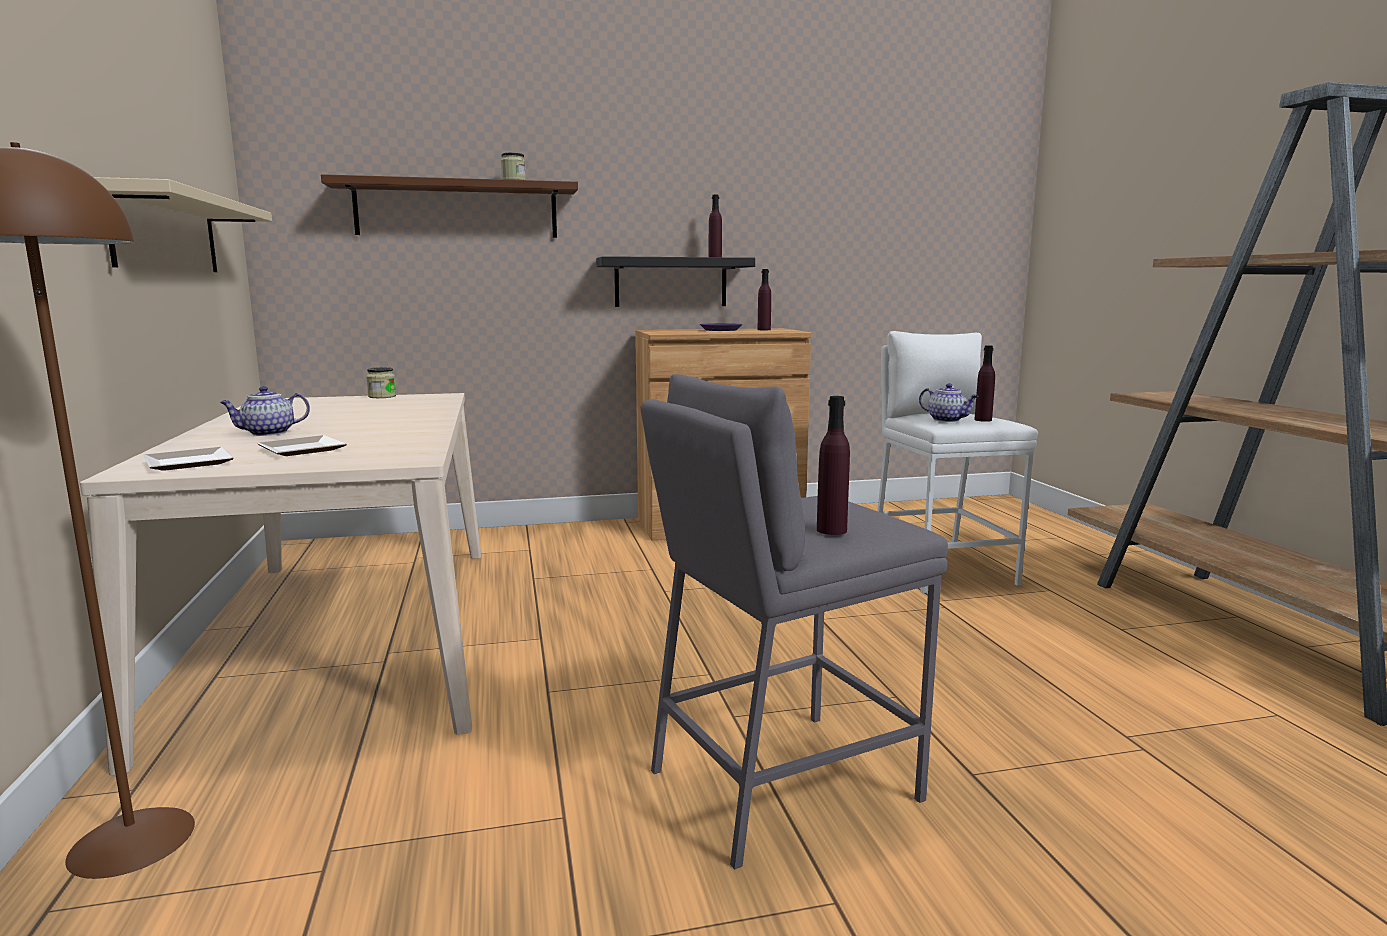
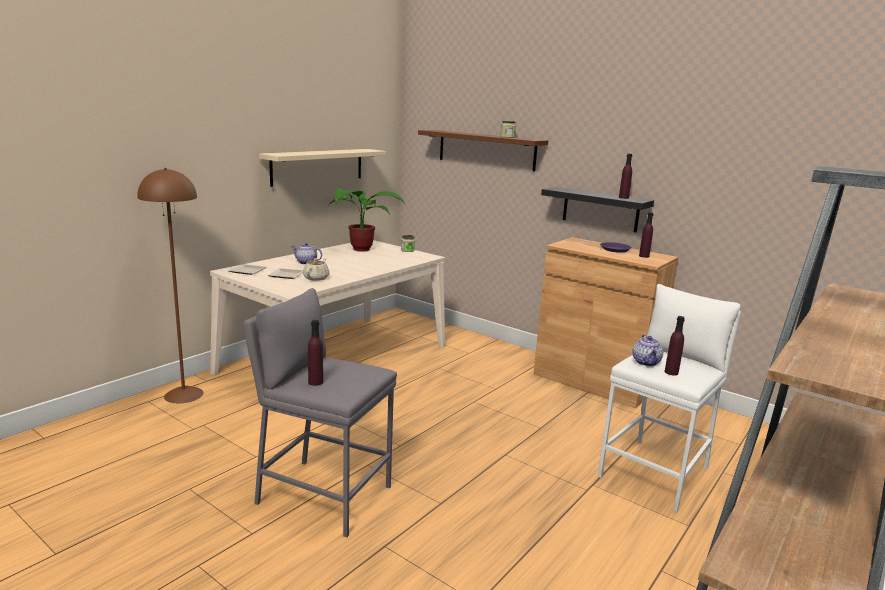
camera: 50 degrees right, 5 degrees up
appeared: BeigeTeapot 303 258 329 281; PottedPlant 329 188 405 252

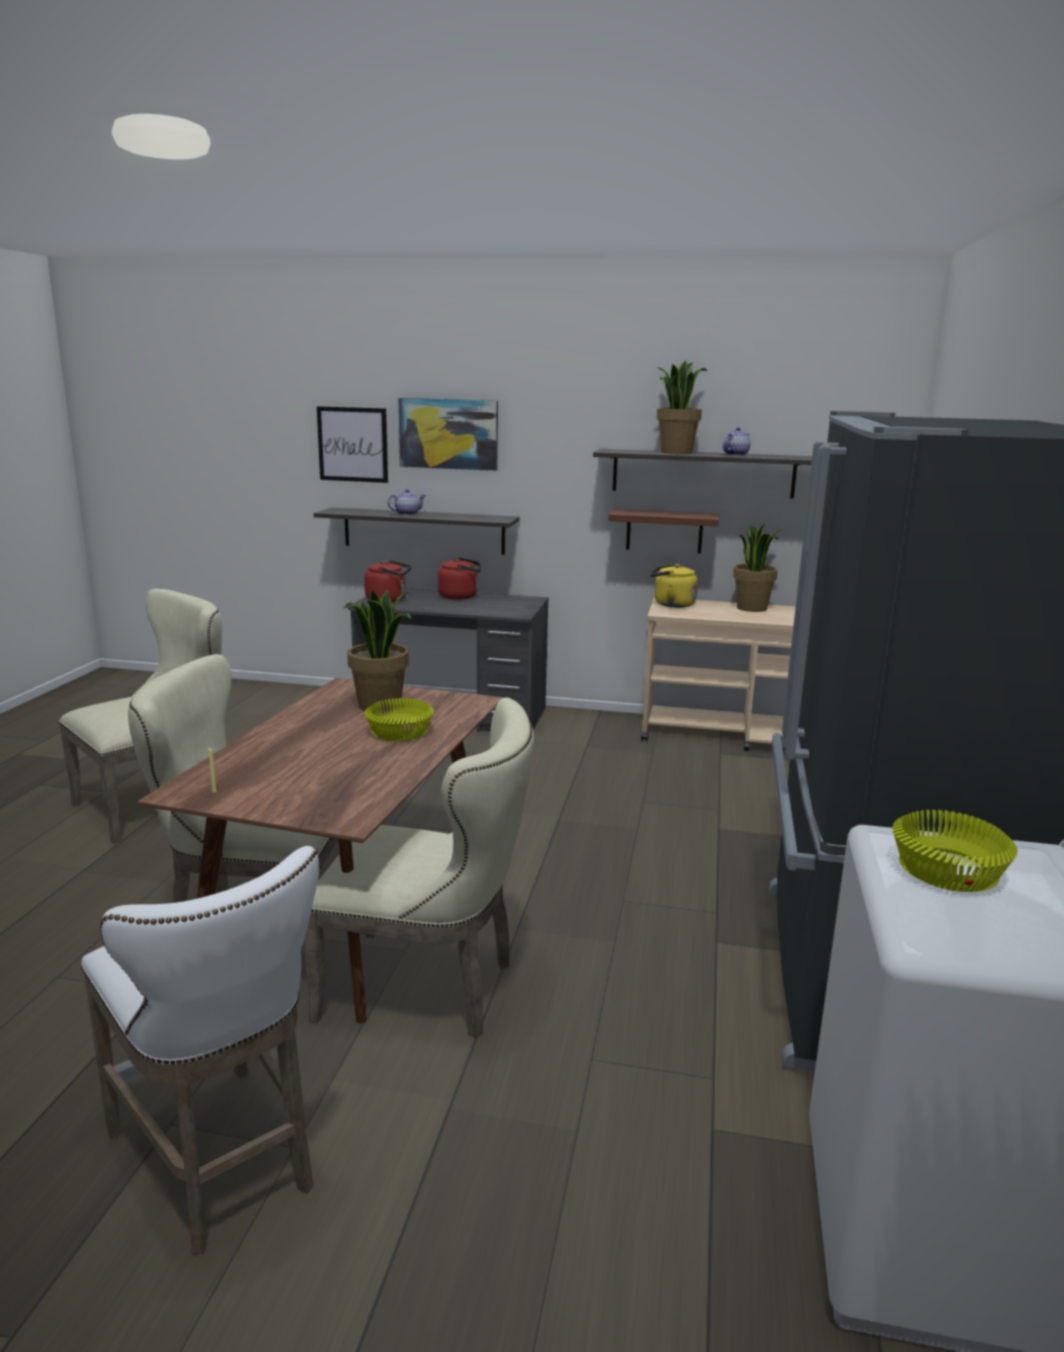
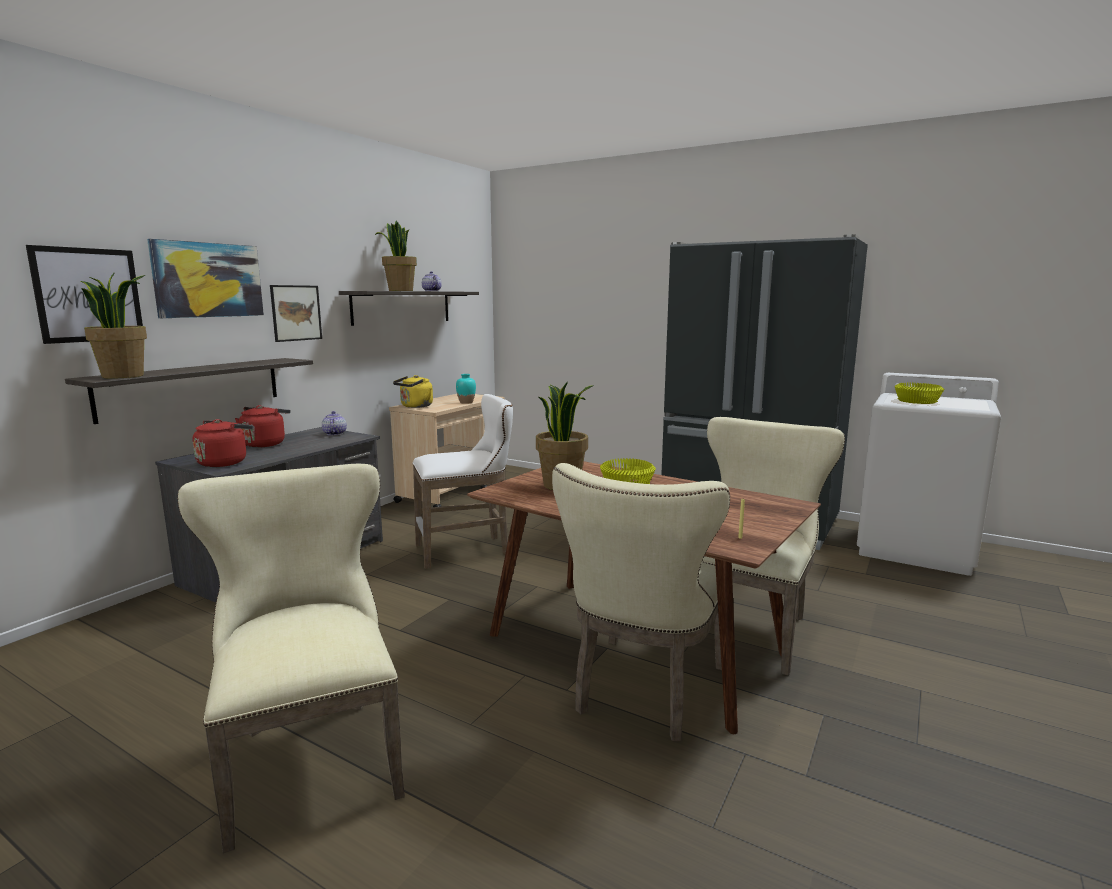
camera: 70 degrees left, 5 degrees down
missing: BrownShelf 608 509 720 553
appeared: Picture 270 285 322 342; TurquoiseVase 456 374 476 404
relocated: WhiteStool 81 846 319 1255 to 412 394 513 569; Teapot 388 489 426 515 to 322 411 347 436; PottedPlant 733 524 785 612 to 81 272 147 379

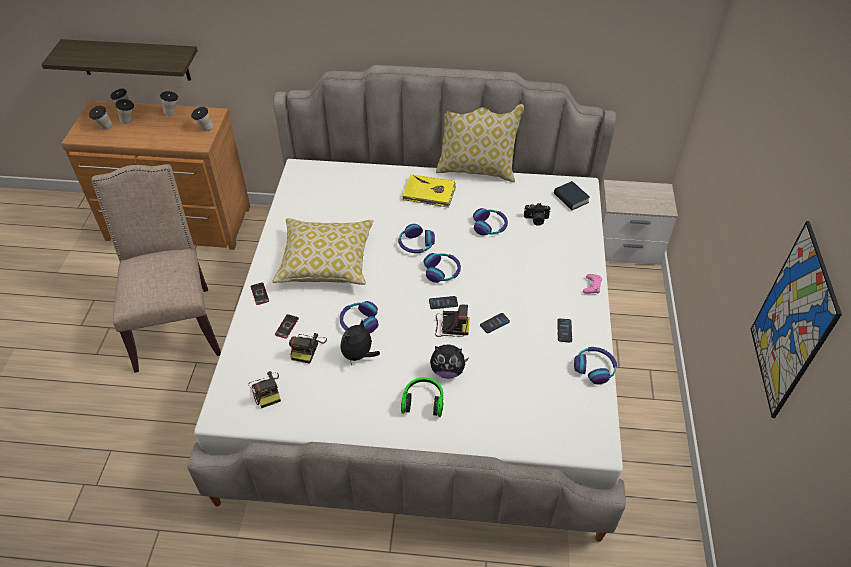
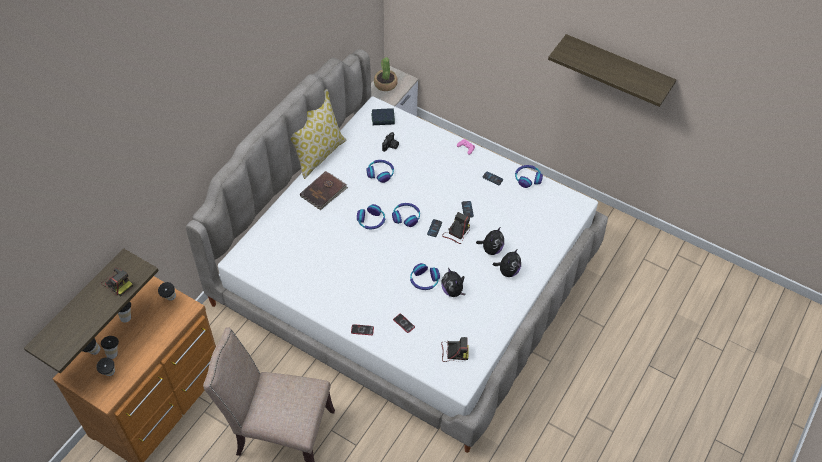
camera: 65 degrees left, 5 degrees up
missing: Pillow 272 218 373 285
appeared: PottedPlant 374 57 398 91
relocated: PhotoCamera 289 333 327 364 to 101 268 133 296
exchanged: Headphones 401 377 443 417 to PlushToy 492 249 521 277; Picture 751 221 842 418 to Shelf 548 34 676 107
colour: YellowBook 402 174 456 208 to BrownBook 300 171 348 210

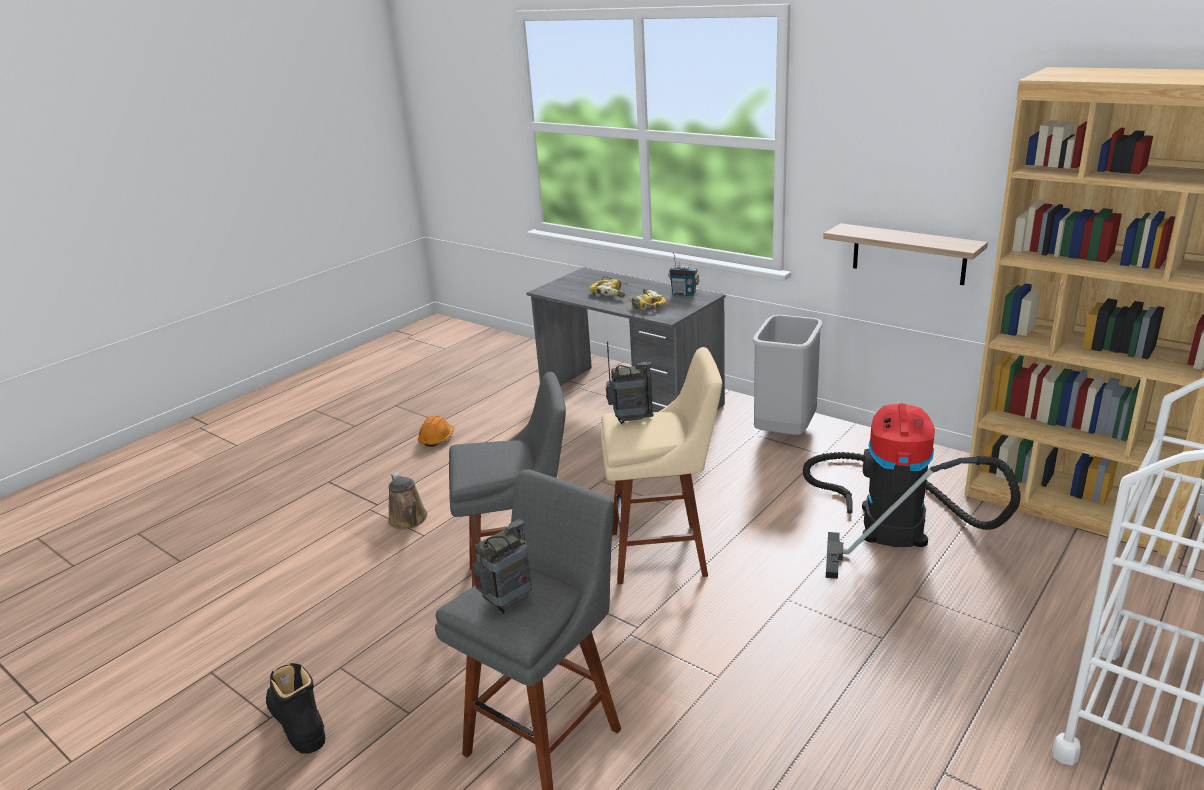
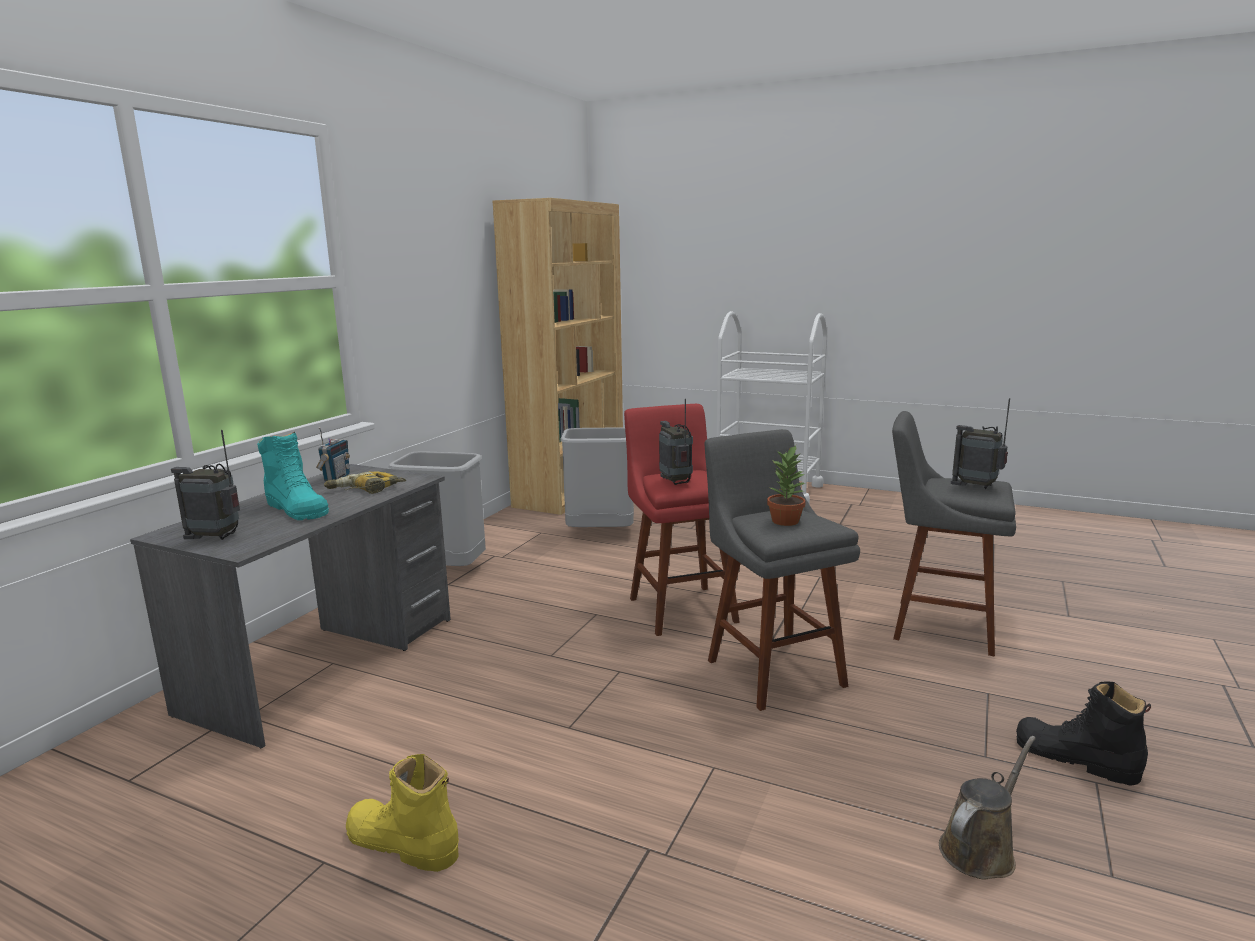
camera: 105 degrees left, 10 degrees down
missing: Shelf 823 223 988 285
appeared: Radio 171 430 240 540; PottedPlant 767 445 806 526
relocated: BrownWateringCan 388 472 428 529 to 939 736 1036 879
exchanged: OrangeHardHat 418 415 454 447 to YellowBoot 346 754 459 872; PowerDrill 589 276 632 297 to TurquoiseBoot 257 431 329 520; VacuumCleaner 803 403 1021 579 to GreyTrashCan 560 427 634 527
colour: BeigeStool 600 347 722 585 to RedStool 624 404 740 636
spun: BlackBoot 266 663 325 754 = 1016 682 1151 786 90 degrees clockwise

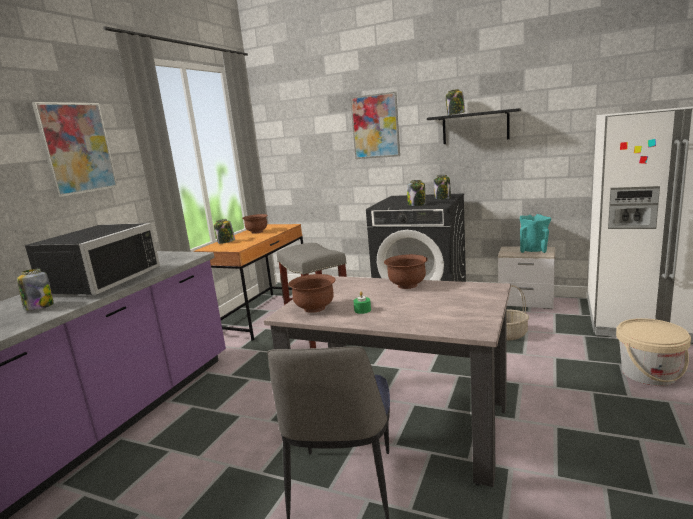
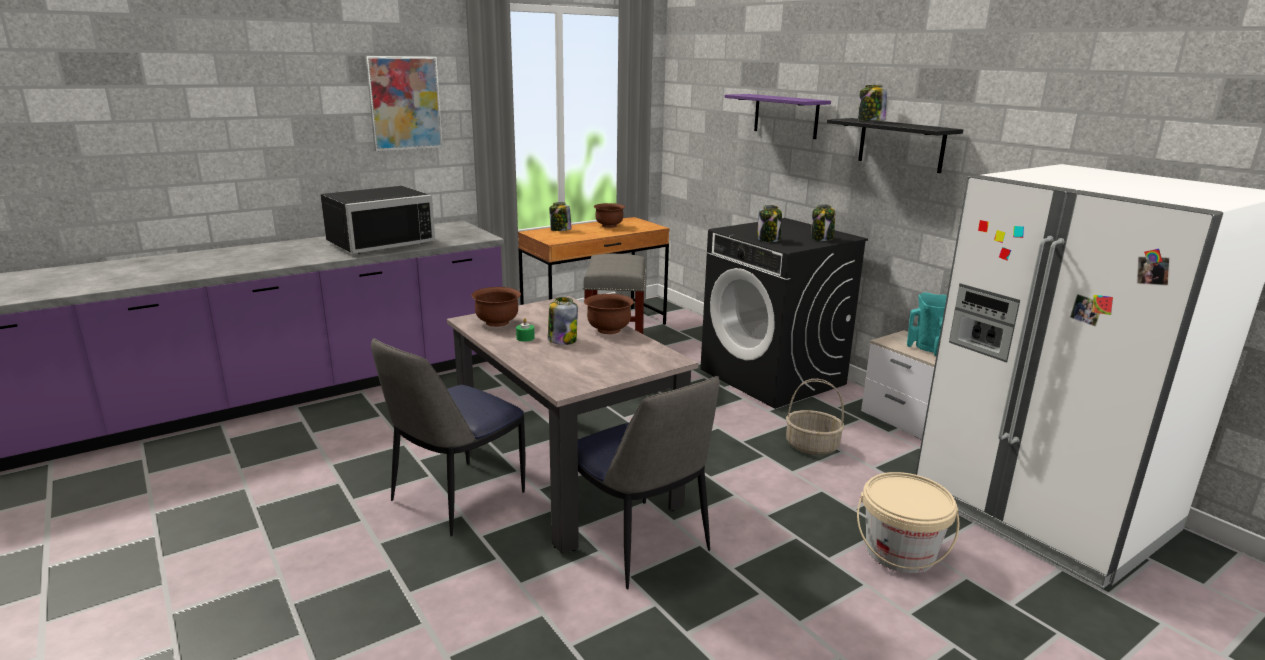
camera: 30 degrees right, 5 degrees up
appeared: Chair 578 376 720 589
relocated: Jar 17 269 54 310 to 548 297 578 345
exchanged: Picture 350 91 400 159 to PurpleShelf 724 94 831 139

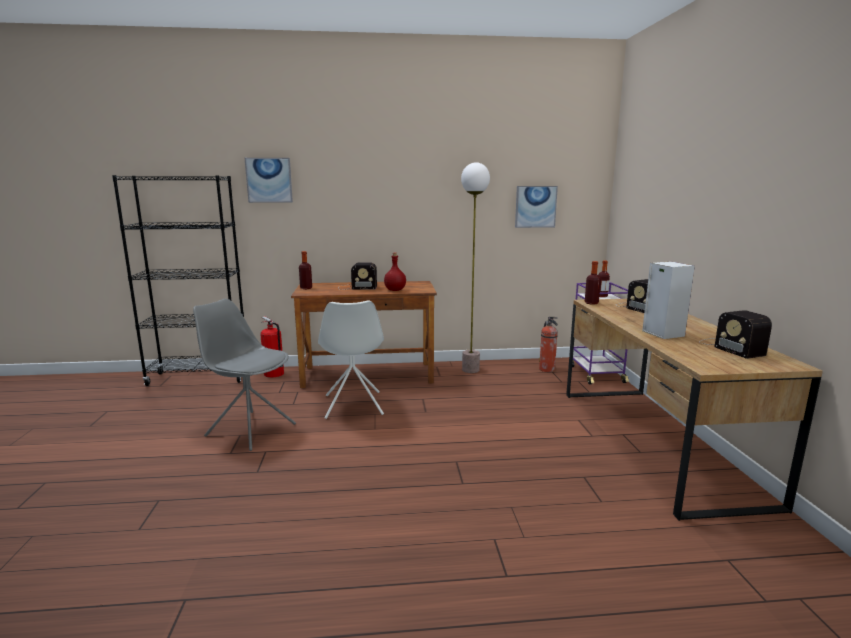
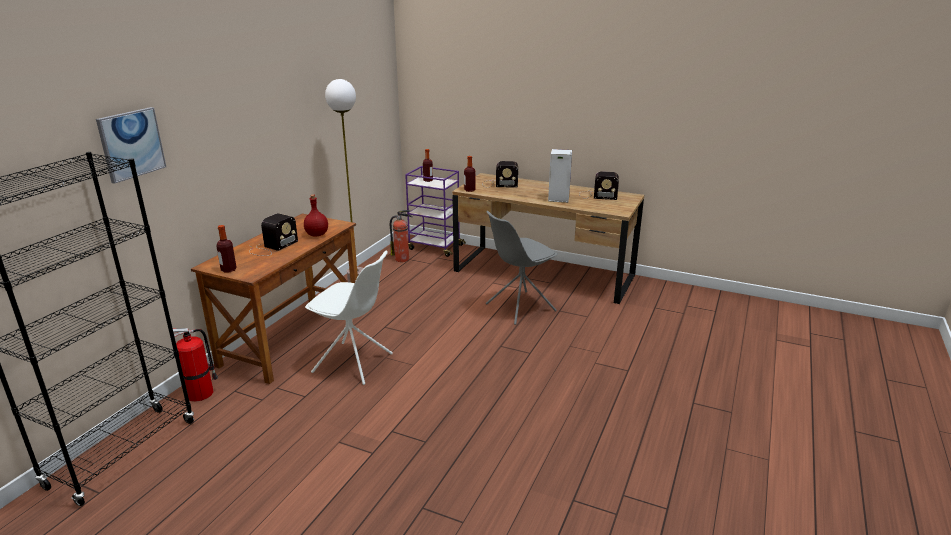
camera: 60 degrees left, 10 degrees up
missing: Picture 515 186 558 228
relocated: GreyChair 193 299 296 451 to 486 211 558 325

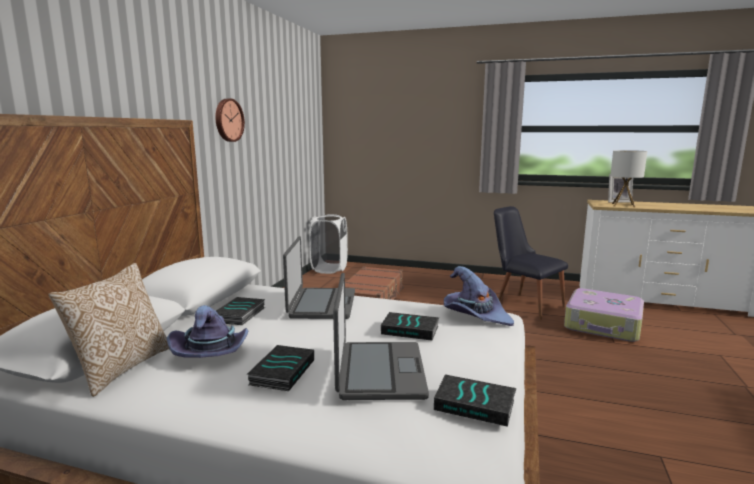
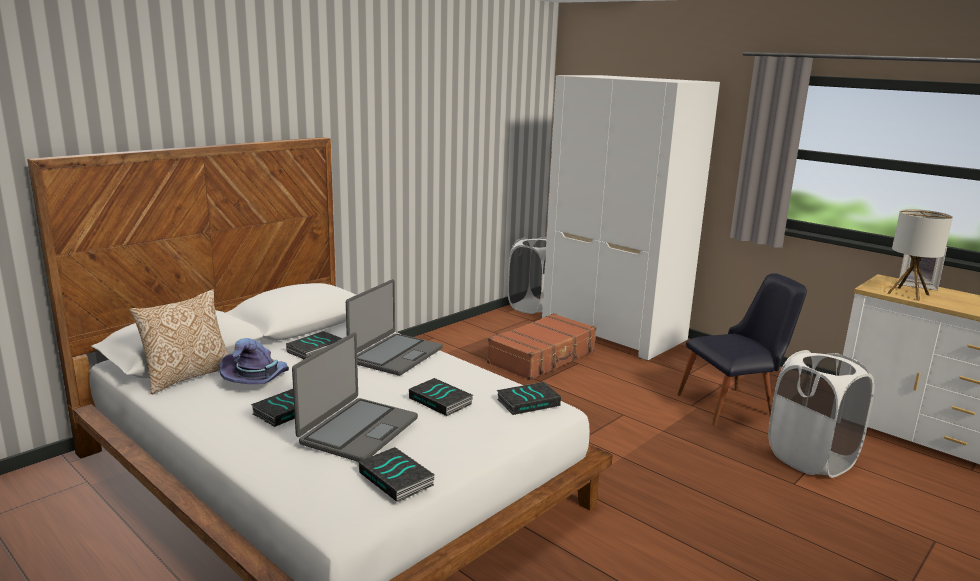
camera: 25 degrees right, 5 degrees up
missing: WallClock 215 99 245 142
appeared: WhiteWardrobe 542 75 720 361
exchanged: PurpleHat 444 266 514 326 to Book 497 382 561 415; Suitcase 564 288 644 342 to WhiteLaundryBasket 768 350 874 478
spun: BlackChair 494 206 568 320 = 677 273 807 425 90 degrees clockwise

